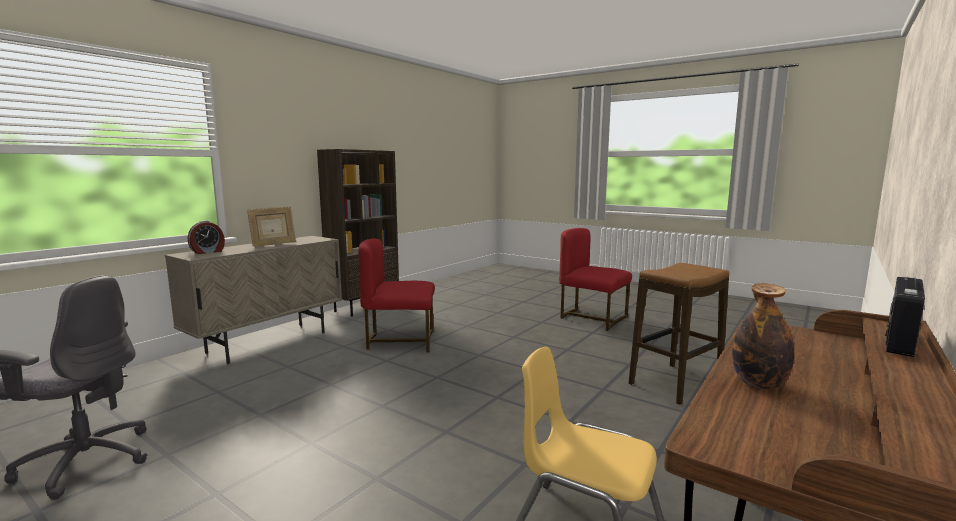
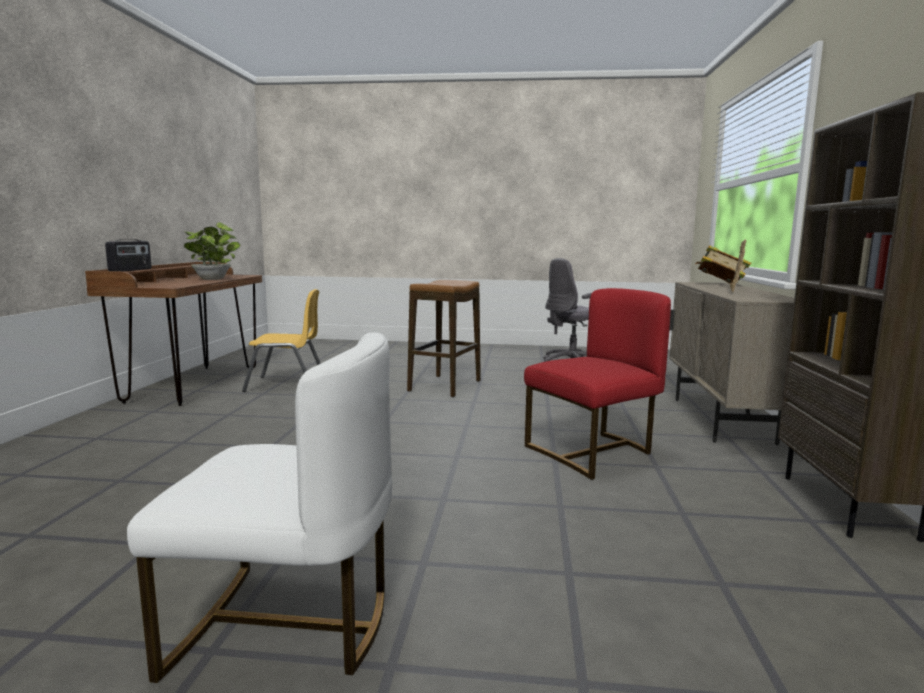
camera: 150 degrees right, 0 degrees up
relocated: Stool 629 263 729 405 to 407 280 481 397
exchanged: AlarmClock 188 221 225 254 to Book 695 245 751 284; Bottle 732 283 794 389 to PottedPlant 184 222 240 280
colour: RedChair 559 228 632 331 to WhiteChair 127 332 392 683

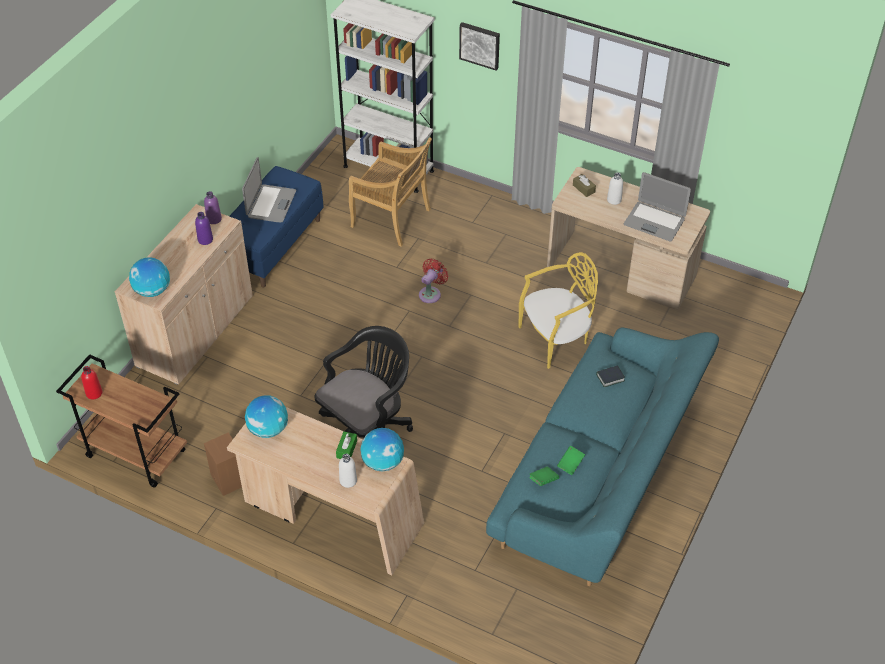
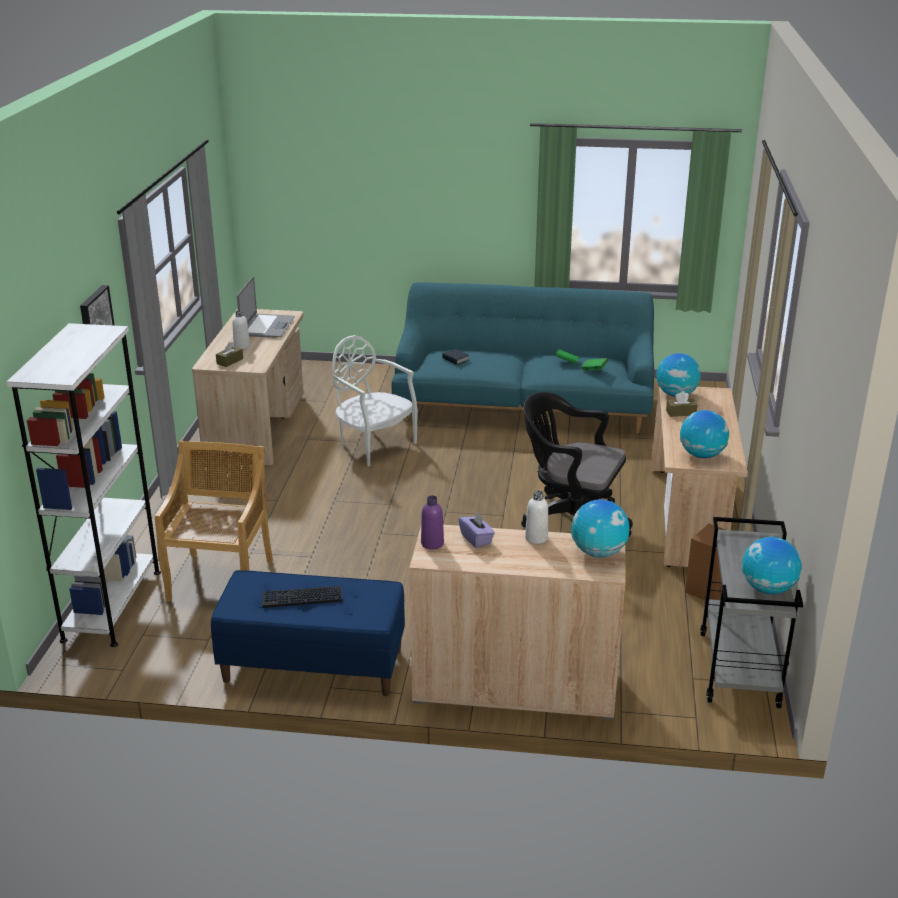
camera: 110 degrees left, 20 degrees down
missing: RedFan 419 258 448 303
relocated: WhiteBottle 339 454 357 488 to 525 490 548 544
exchanged: RedBottle 81 366 102 400 to Globe 742 537 802 594; PurpleBottle 195 212 213 245 to PurpleTissueBox 459 512 495 548; Laptop 242 157 296 222 to Keyboard 262 586 343 608
colour: BrownCart 56 354 187 488 to GreyCart 700 517 803 708; GreenTissueBox 336 432 357 459 to BrownTissueBox 666 391 697 417; YellowChair 519 252 598 369 to WhiteChair 332 335 418 466

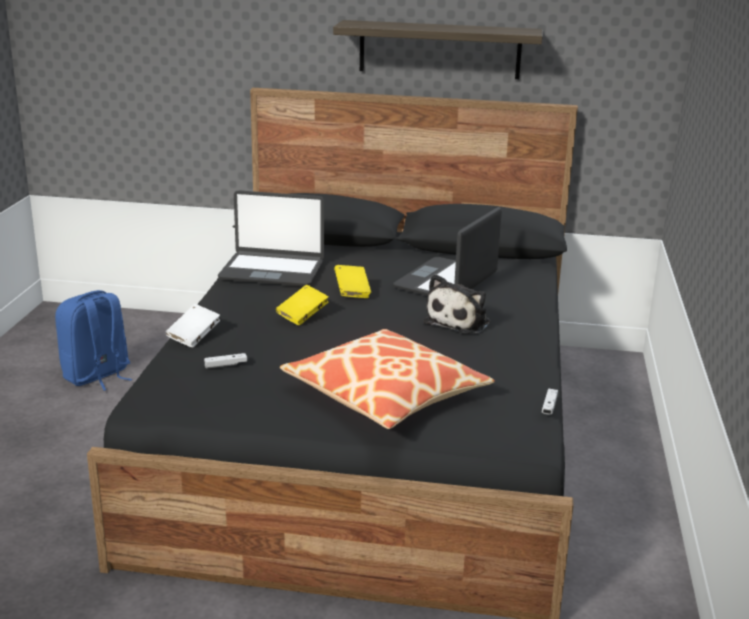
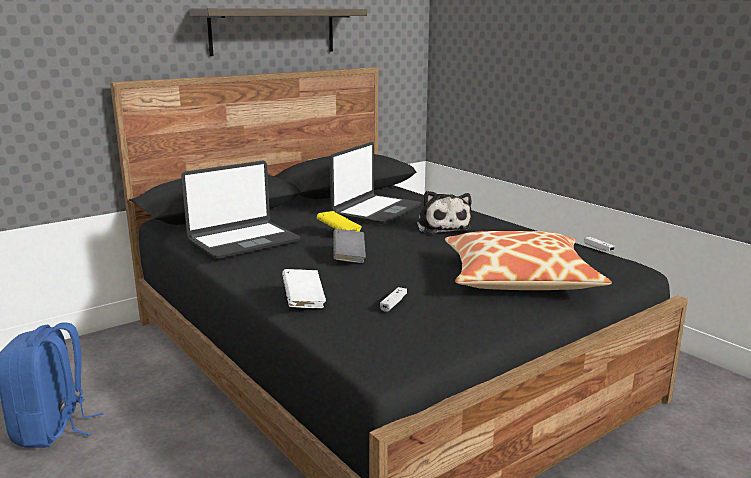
camera: 45 degrees left, 5 degrees down
colour: YellowBook 276 285 329 325 to GreyBook 333 229 366 263
spun: Laptop 393 207 502 296 = 330 142 421 224 135 degrees counterclockwise

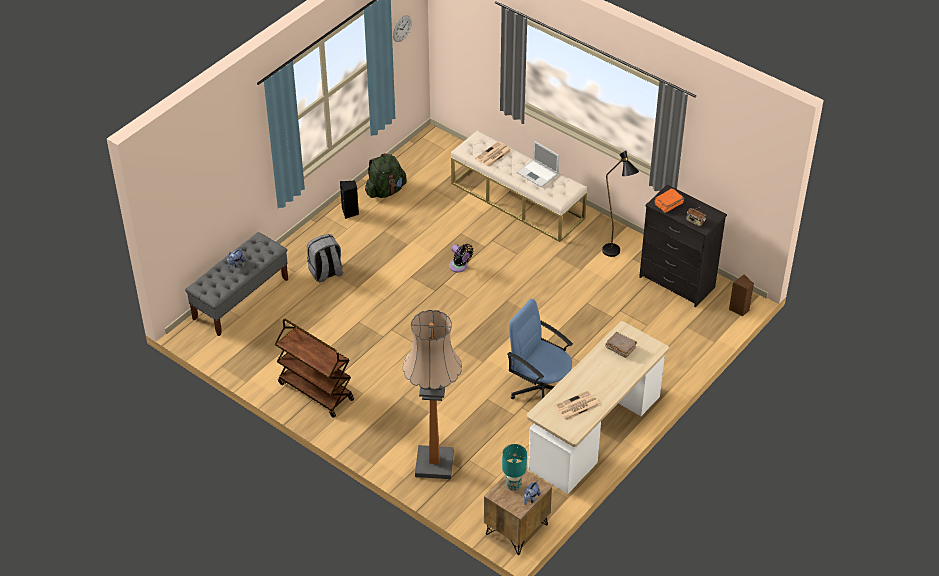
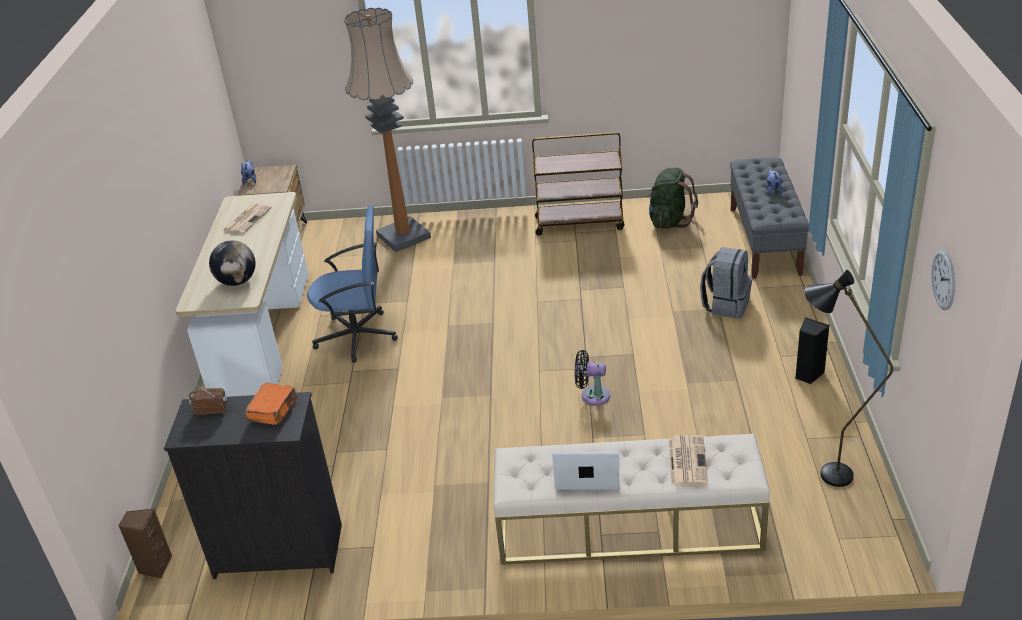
camera: 145 degrees right, 10 degrees down
missing: TurquoiseTableLamp 502 444 527 491
relocated: GreenBackpack 365 153 407 198 to 646 168 698 229; BlackFloorLamp 602 151 639 257 to 804 270 893 487
exchanged: BrownBook 605 332 637 358 to Globe 209 241 256 286

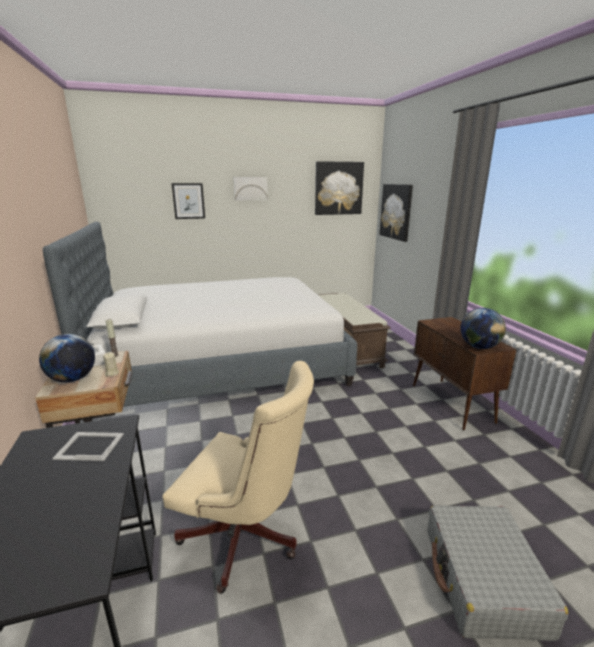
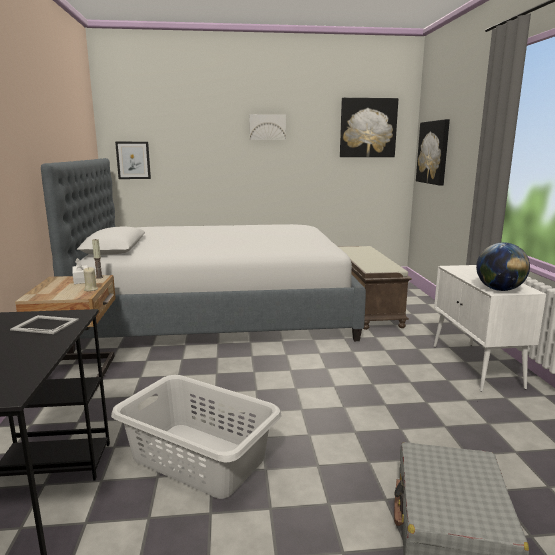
camera: 10 degrees right, 5 degrees down
missing: Globe 39 334 95 382
relocated: Picture 172 183 205 219 to 115 142 151 179
exchanged: BeigeOfficeChair 162 361 314 594 to GreyLaundryBasket 111 375 282 499
colour: BrownCabinet 413 317 517 430 to WhiteCabinet 434 265 546 392

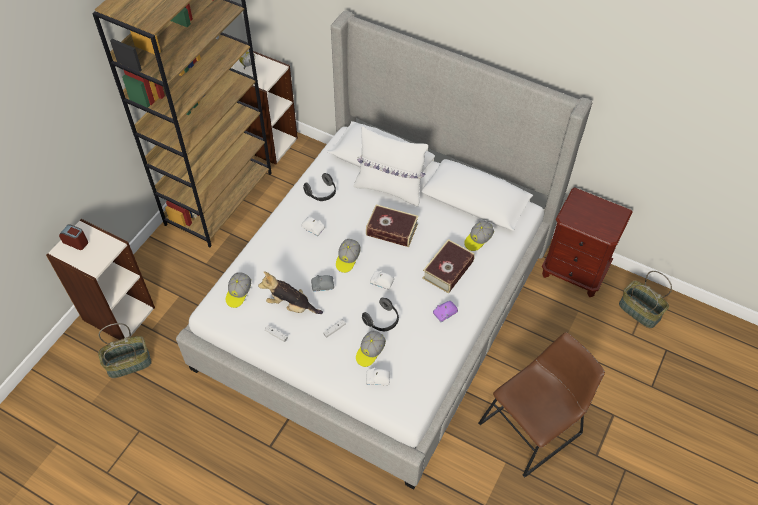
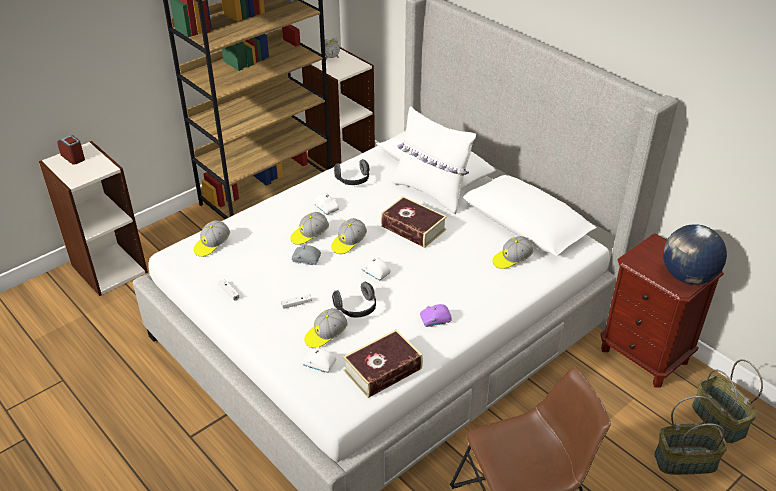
camera: 20 degrees right, 15 degrees down
missing: PlushToy 258 272 323 314
appeared: Cap 290 212 329 245; Globe 663 224 727 284
relocated: Basket 98 323 152 378 to 654 396 728 475; Book 422 239 475 293 to 343 329 423 398

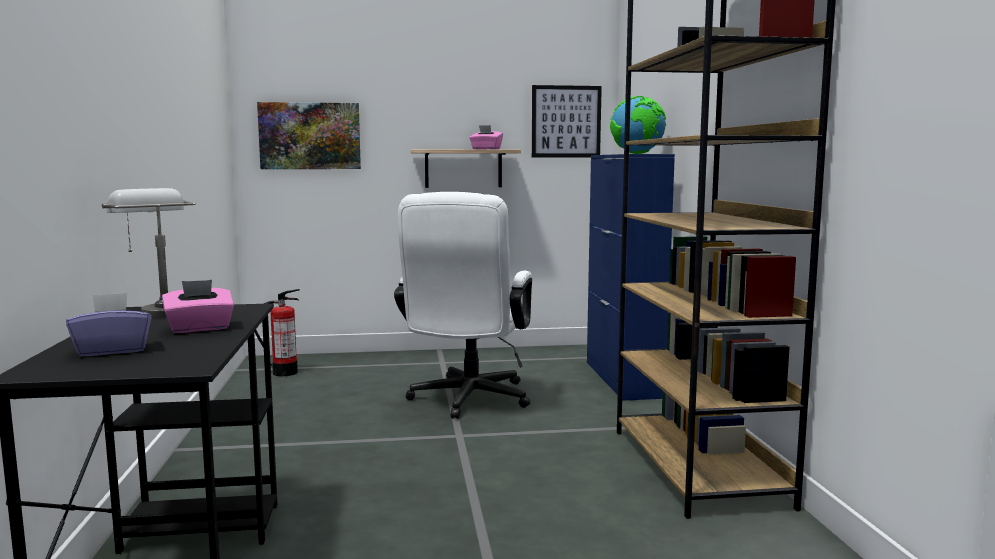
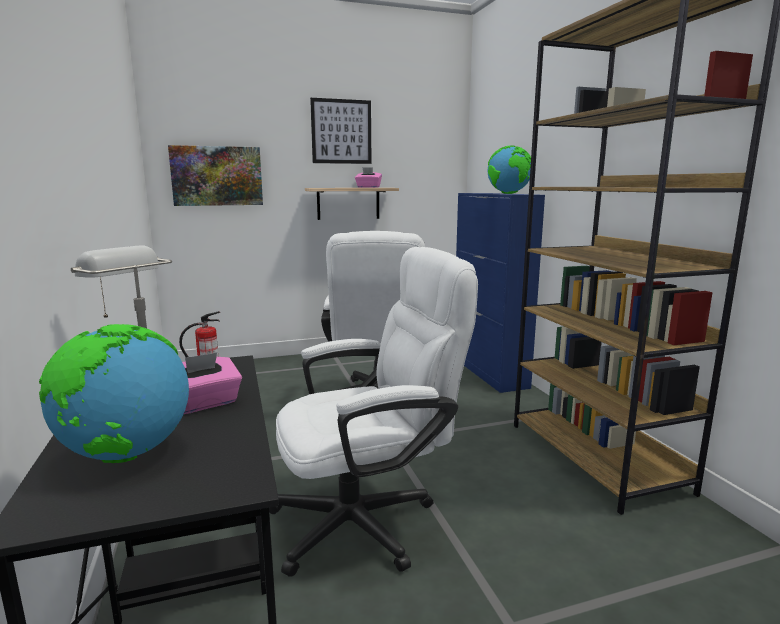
camera: 10 degrees left, 5 degrees up
appeared: WhiteOfficeChair 269 247 478 577
relocated: Picture 532 85 602 158 to 310 98 372 164
exchanged: PurpleTissueBox 66 293 152 356 to Globe 39 324 189 463

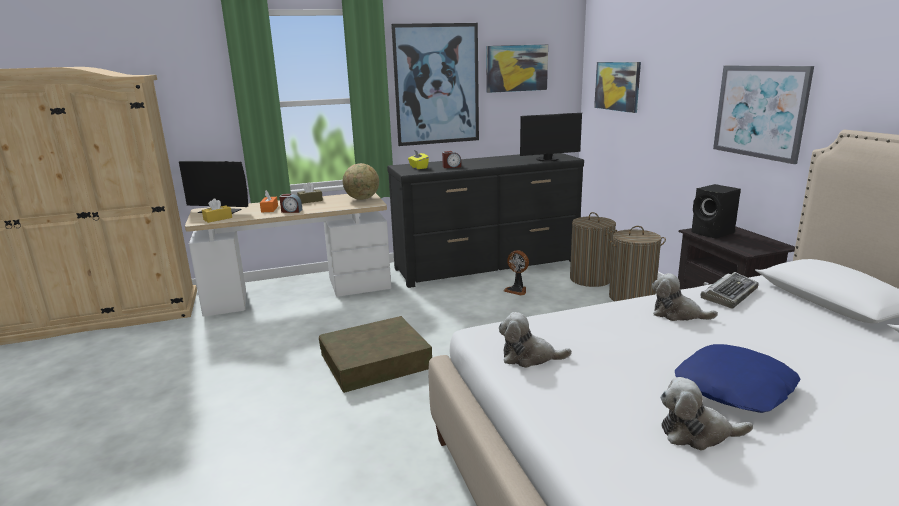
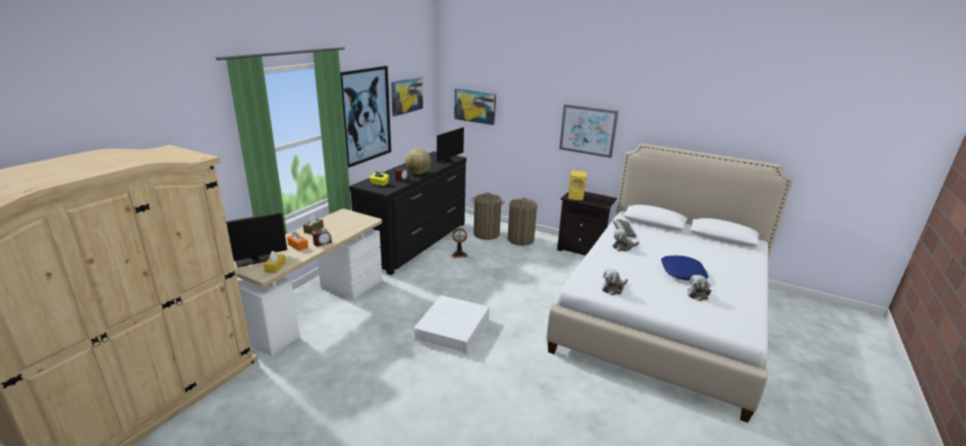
camera: 45 degrees left, 5 degrees up
relocated: Globe 343 163 379 200 to 405 149 431 174
colour: BrownStorageBox 319 316 432 393 to WhiteStorageBox 414 295 489 355; BlackSpeaker 691 184 741 239 to YellowSpeaker 568 171 587 200

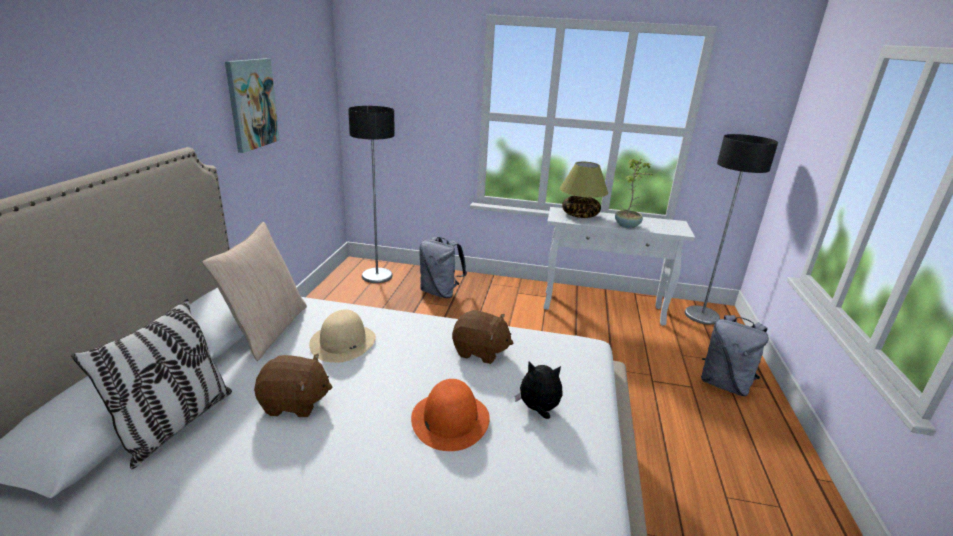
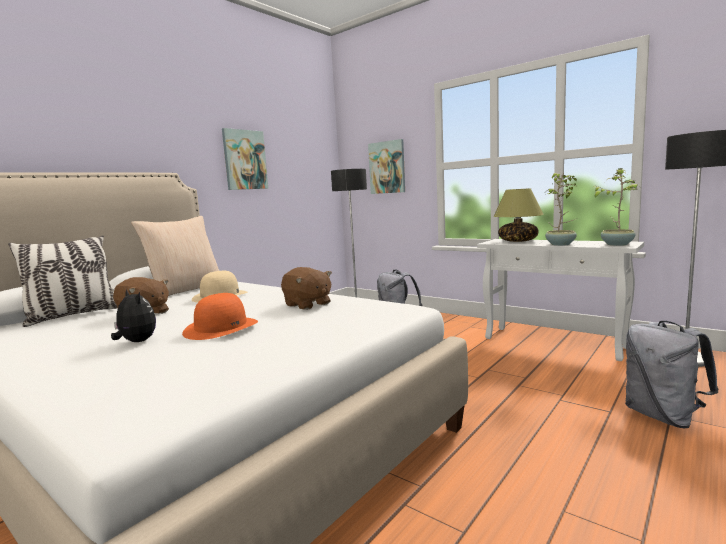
camera: 30 degrees right, 15 degrees down
appeared: Picture 368 139 405 194; PottedPlant 591 168 641 246
relocated: PlushToy 515 362 563 419 to 111 289 156 342

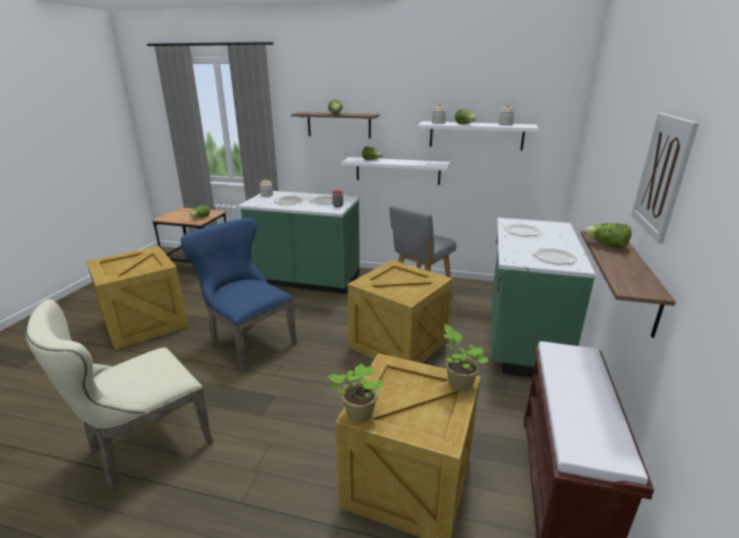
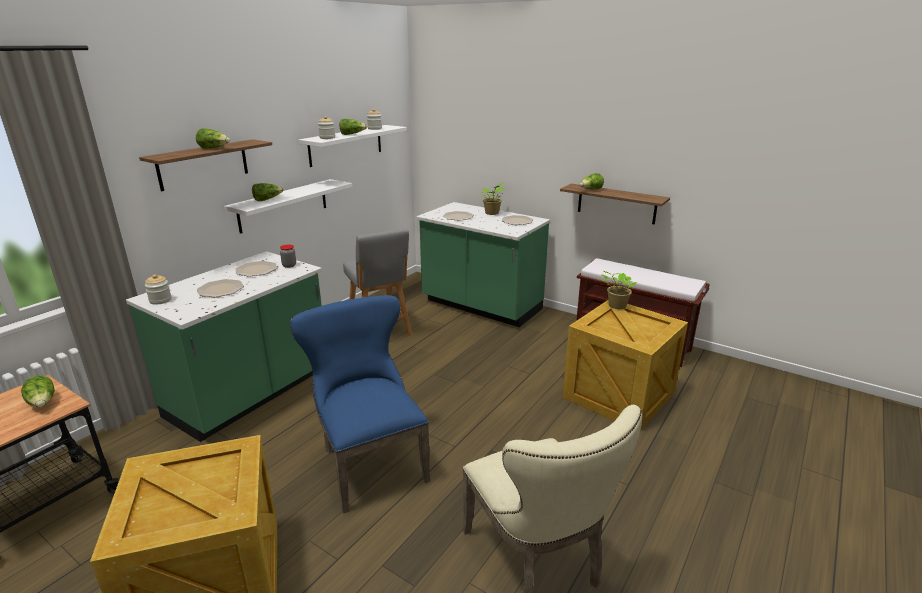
camera: 70 degrees left, 0 degrees up
missing: Crate 348 260 453 363; Picture 632 113 699 244
relocated: PottedPlant 328 364 385 423 to 480 183 506 215
spun: BlueChair 181 218 297 372 = 290 295 430 514 90 degrees clockwise

